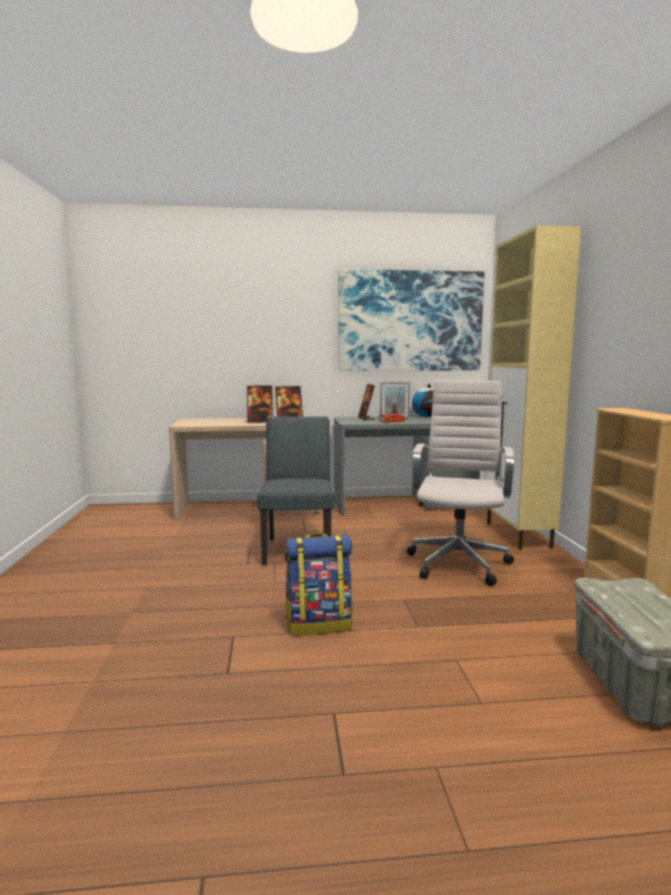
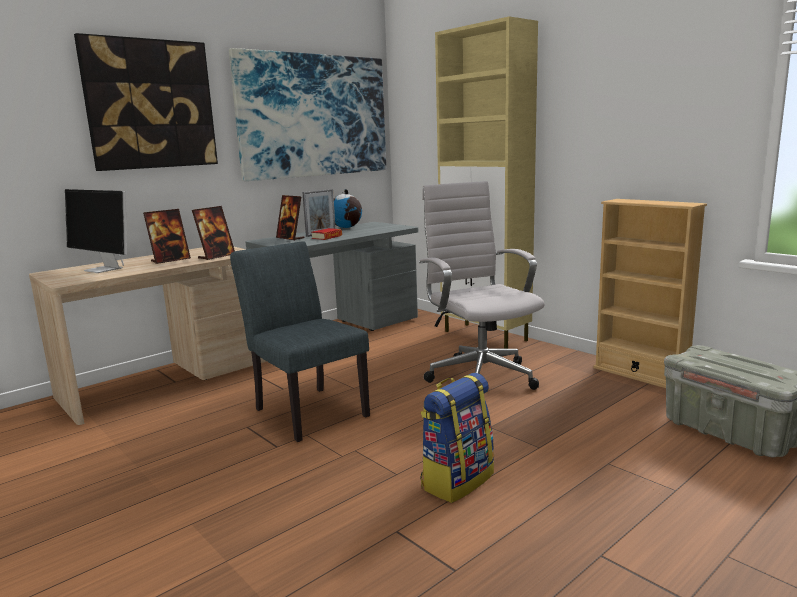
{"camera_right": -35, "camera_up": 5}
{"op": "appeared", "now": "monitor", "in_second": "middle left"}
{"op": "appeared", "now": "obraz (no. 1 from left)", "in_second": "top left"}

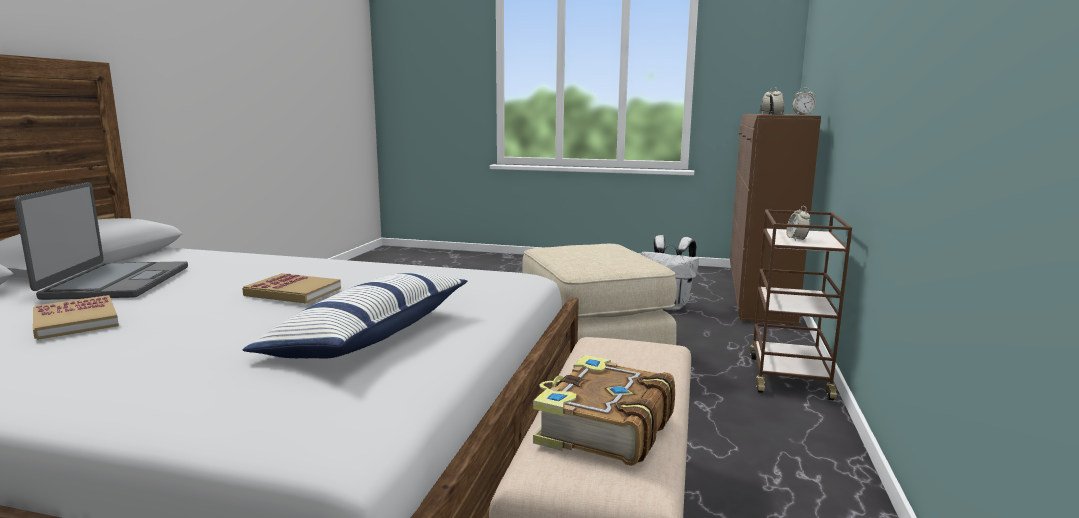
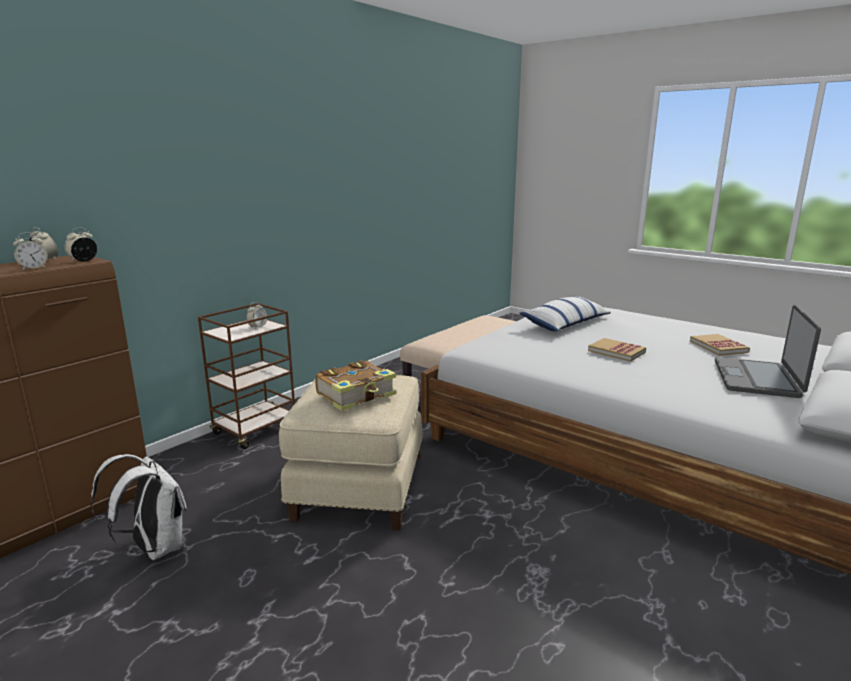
{"camera_right": -155, "camera_up": 5}
{"op": "relocated", "was": "książka (no. 3 from left in the first image)", "now": "książka (no. 1 from left)", "in_first": "bottom centre", "in_second": "centre"}

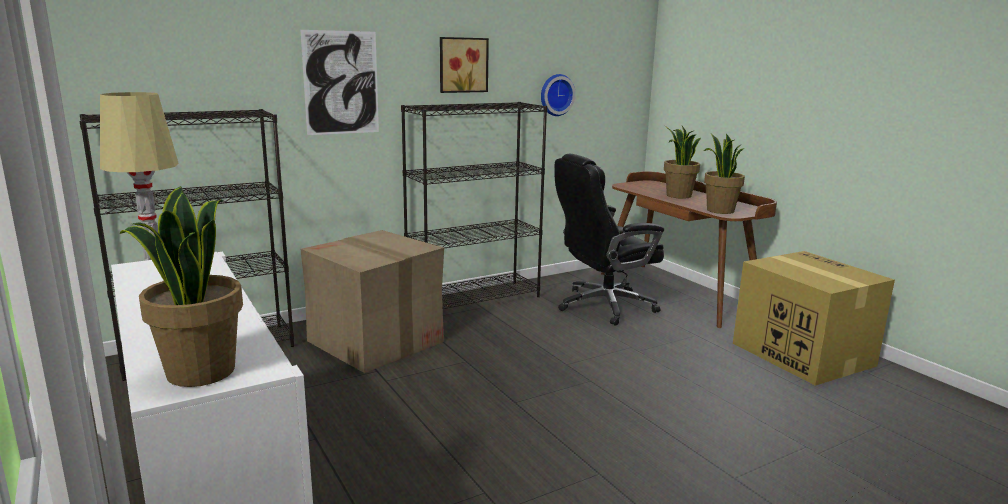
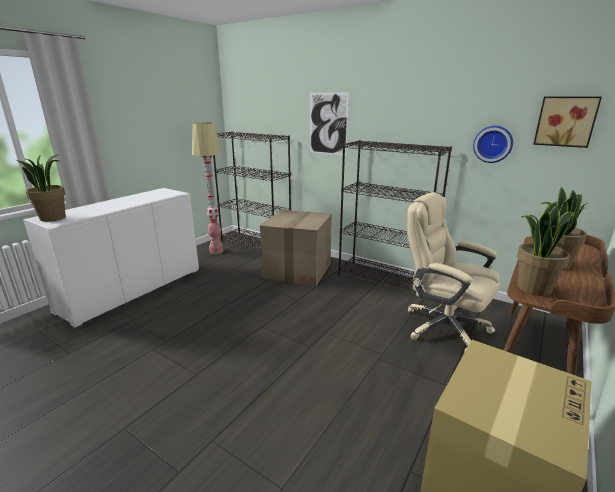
{"camera_right": 65, "camera_up": 5}
{"op": "relocated", "was": "obraz (no. 2 from left)", "in_first": "top centre", "in_second": "top right"}
{"op": "colour", "was": "krzesło biurowe/czarny", "now": "krzesło biurowe/beżowy", "in_first": "centre", "in_second": "middle right"}

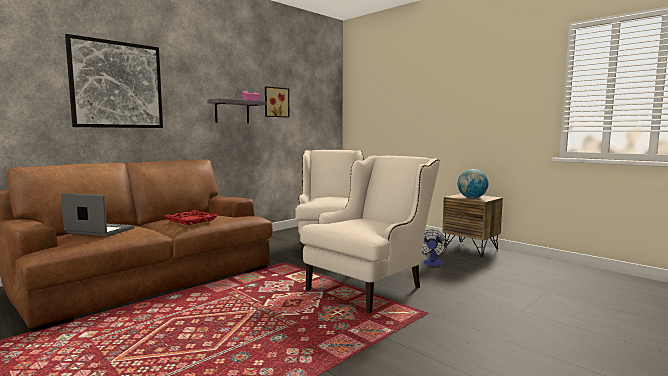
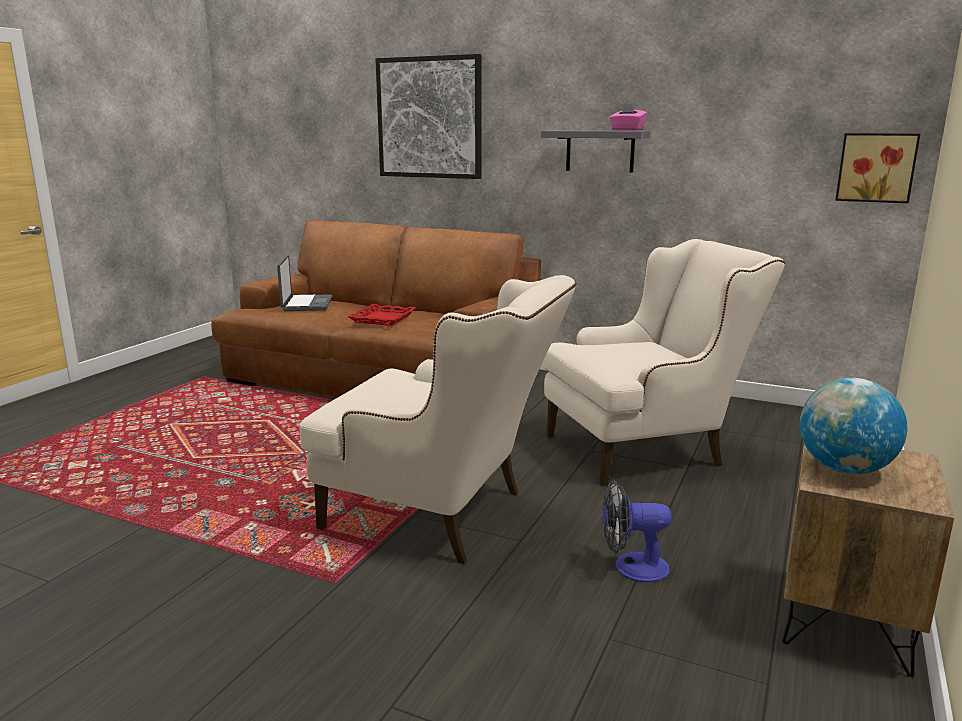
{"camera_right": 70, "camera_up": 10}
{"op": "relocated", "was": "obraz (no. 2 from left)", "in_first": "top centre", "in_second": "top right"}

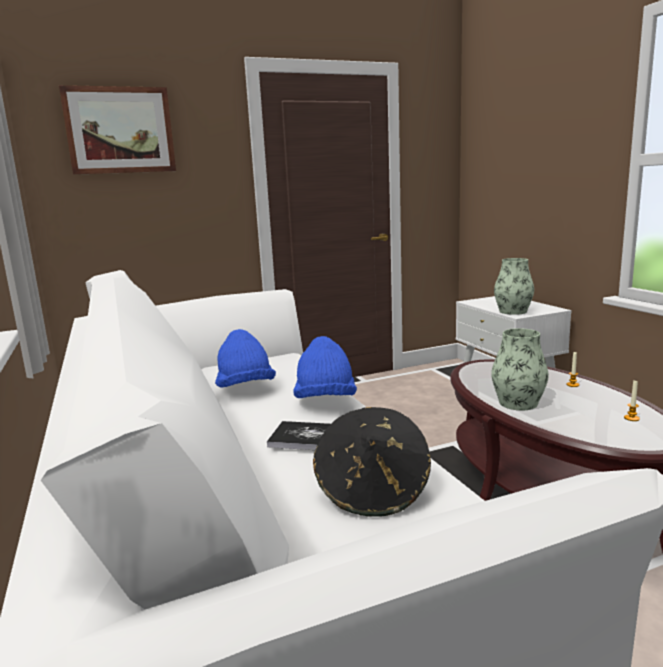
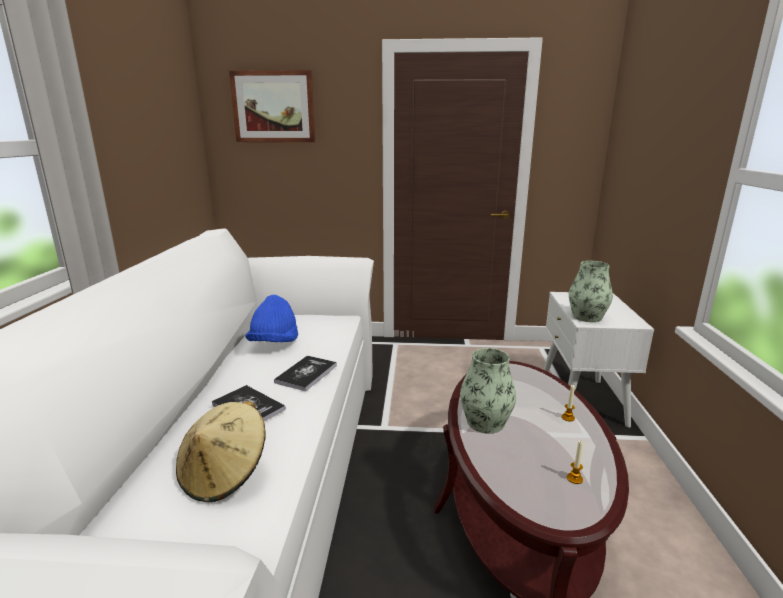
{"camera_right": 25, "camera_up": 5}
{"op": "exchanged", "was": "kapelusz/niebieski (no. 2 from left)", "now": "książka (no. 2 from left)", "in_first": "centre", "in_second": "centre"}
{"op": "colour", "was": "kapelusz/czarny", "now": "kapelusz/beżowy", "in_first": "bottom centre", "in_second": "bottom left"}

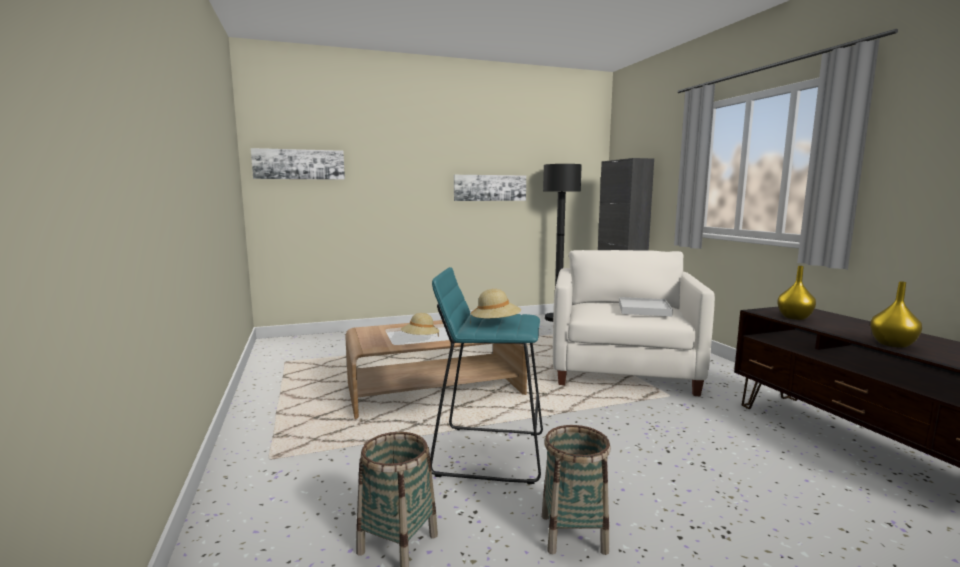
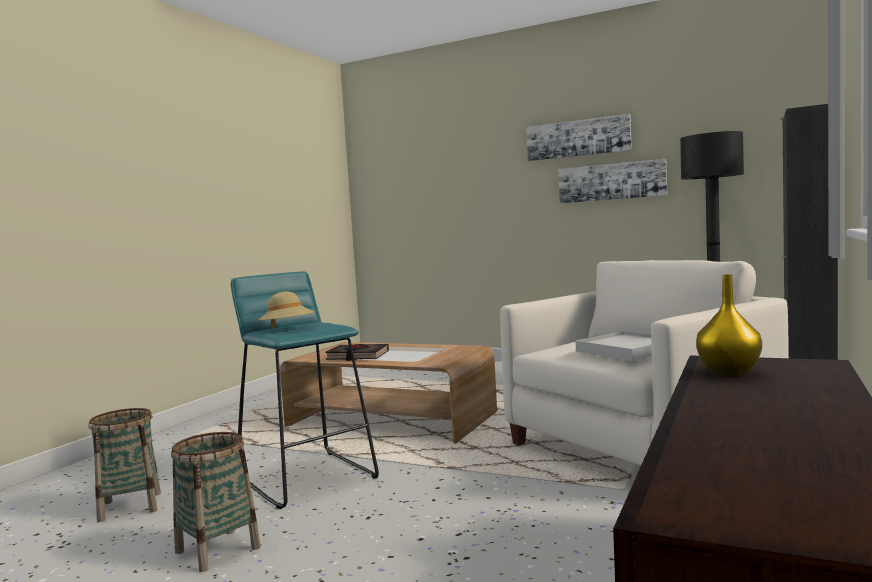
{"camera_right": 45, "camera_up": -5}
{"op": "missing", "was": "wazon/żółty (no. 2 from left)", "in_first": "middle right"}
{"op": "relocated", "was": "obraz (no. 1 from left)", "in_first": "top left", "in_second": "top centre"}
{"op": "exchanged", "was": "kapelusz/beżowy (no. 1 from left)", "now": "książka/czarny", "in_first": "centre", "in_second": "centre"}

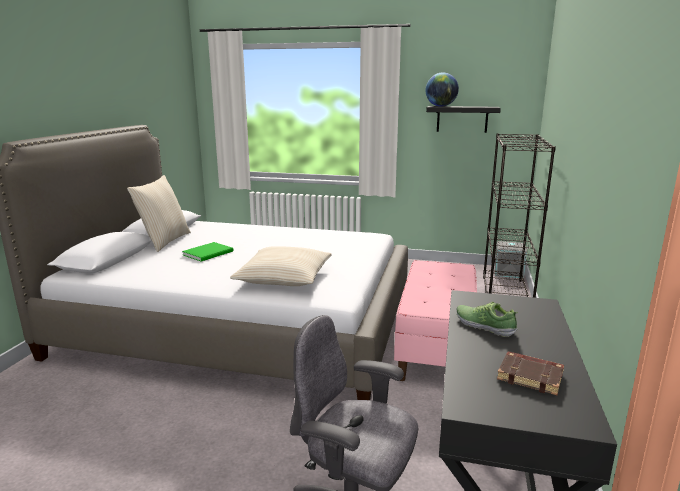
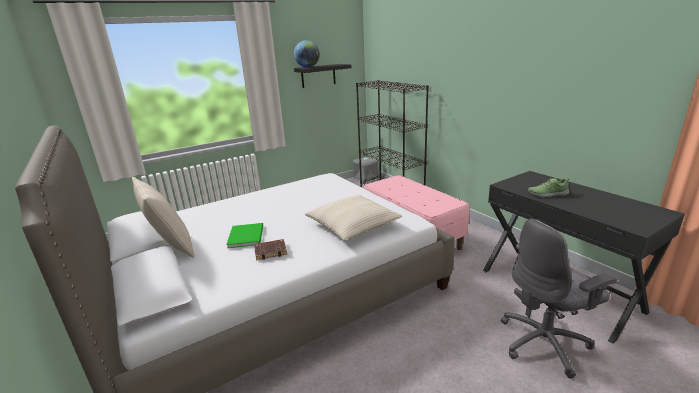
{"camera_right": -45, "camera_up": 5}
{"op": "relocated", "was": "książka/brązowy", "in_first": "bottom right", "in_second": "centre"}

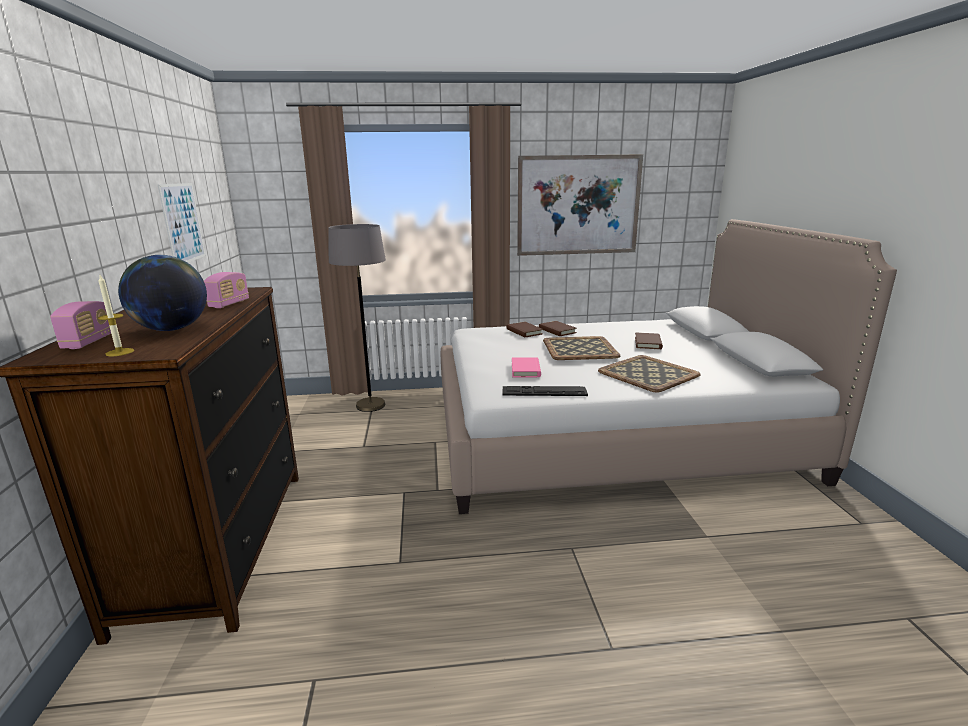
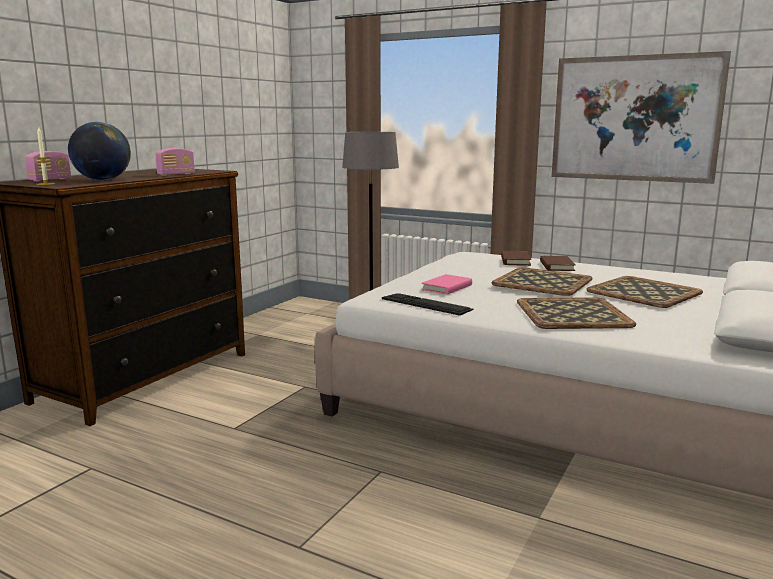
{"camera_right": 35, "camera_up": -5}
{"op": "missing", "was": "obraz (no. 1 from left)", "in_first": "top left"}
{"op": "exchanged", "was": "książka/brązowy (no. 3 from left)", "now": "taca (no. 3 from left)", "in_first": "middle right", "in_second": "middle right"}

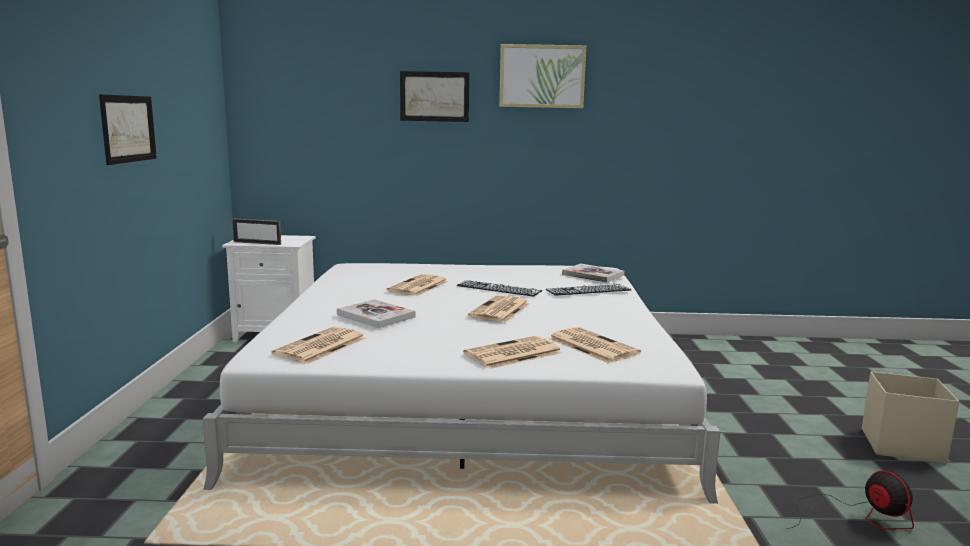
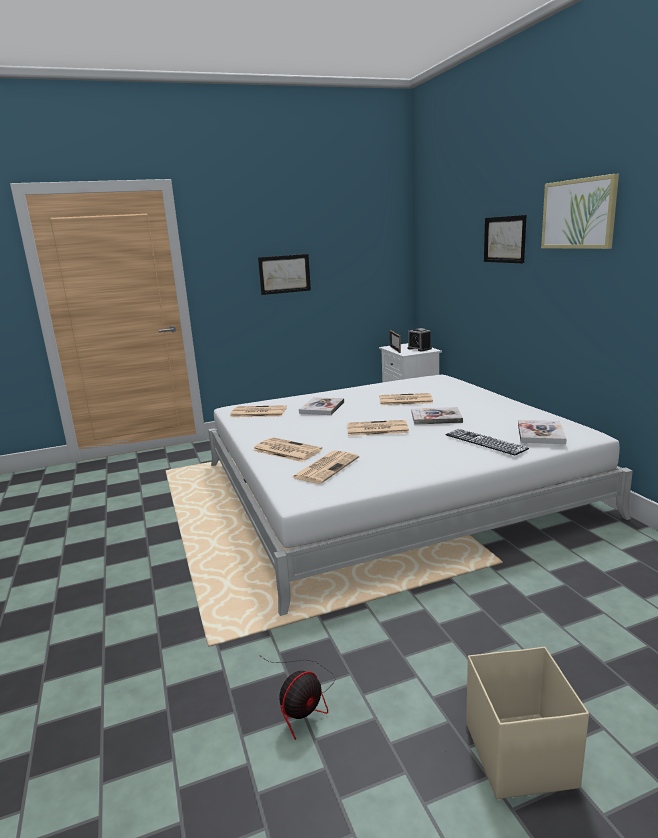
{"camera_right": 70, "camera_up": 5}
{"op": "appeared", "now": "budzik", "in_second": "centre"}
{"op": "exchanged", "was": "klawiatura (no. 1 from left)", "now": "książka (no. 2 from left)", "in_first": "centre", "in_second": "centre"}

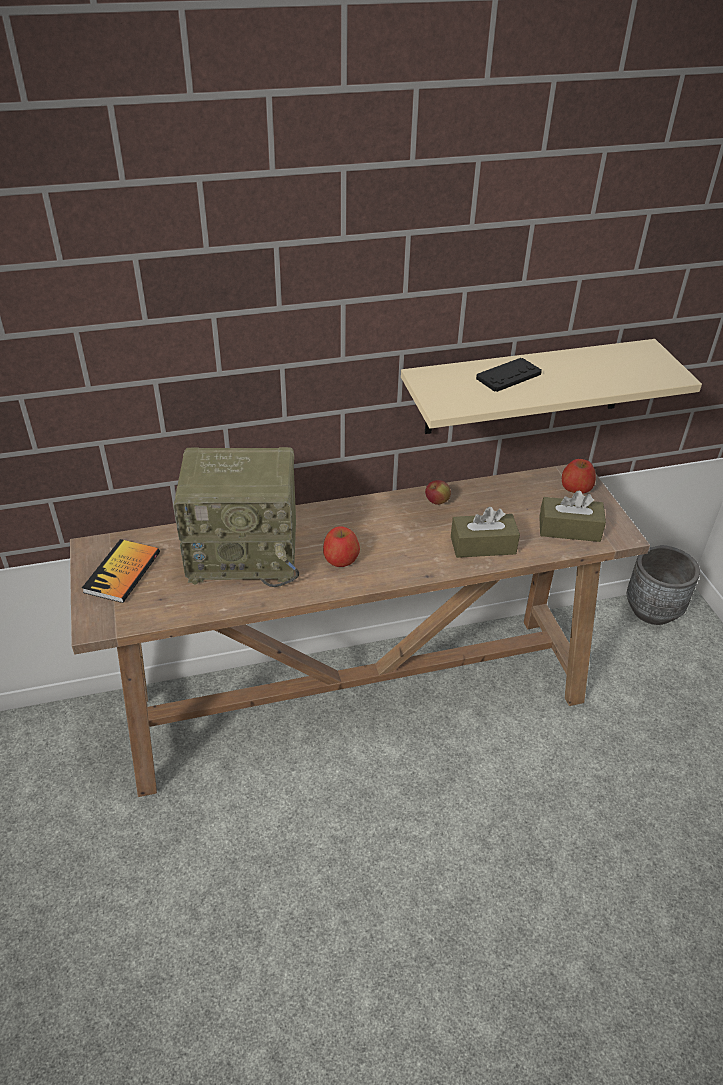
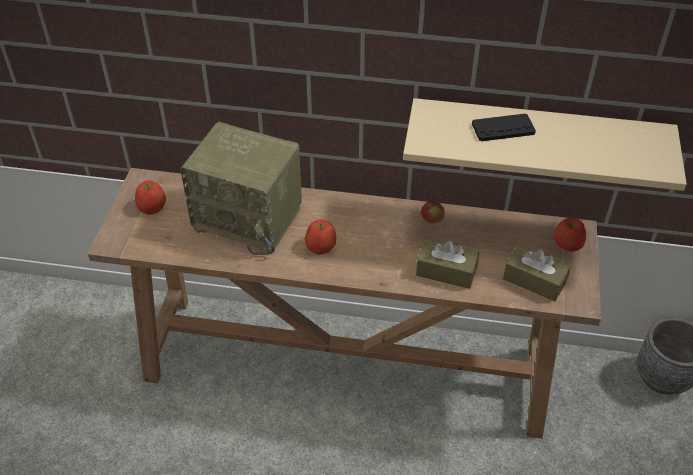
{"camera_right": 25, "camera_up": 5}
{"op": "exchanged", "was": "książka", "now": "jabłko (no. 1 from left)", "in_first": "middle left", "in_second": "middle left"}

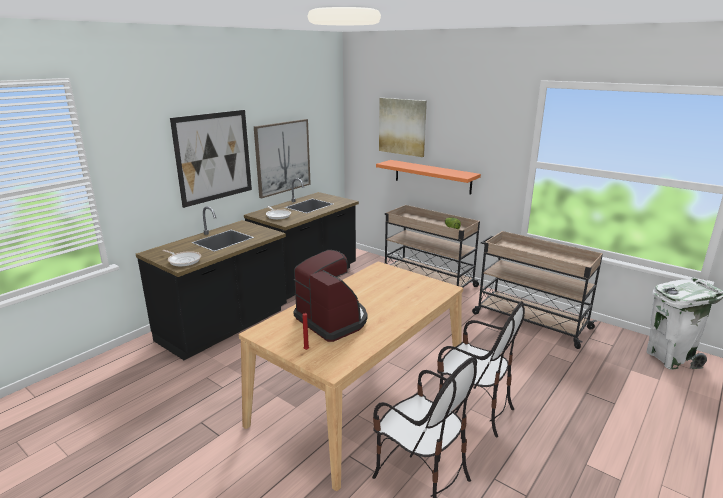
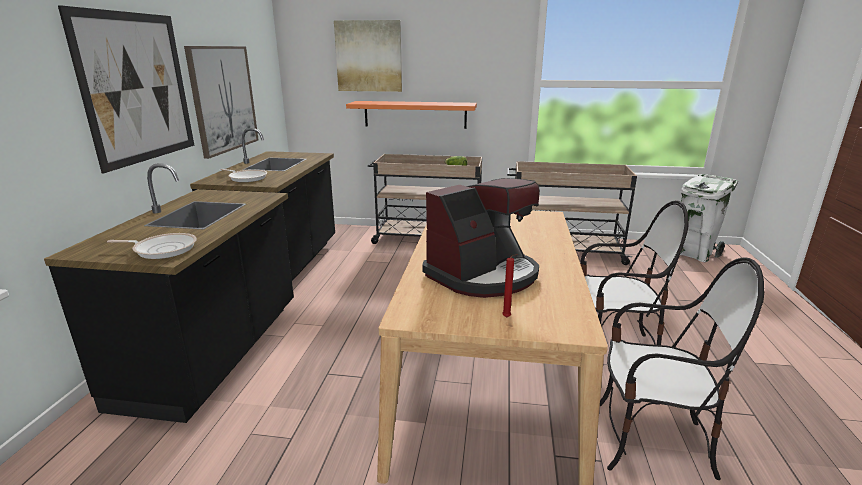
{"camera_right": -30, "camera_up": 0}
{"op": "spun", "was": "ekspres do kawy", "in_first": "centre", "in_second": "centre", "clockwise": 120}

